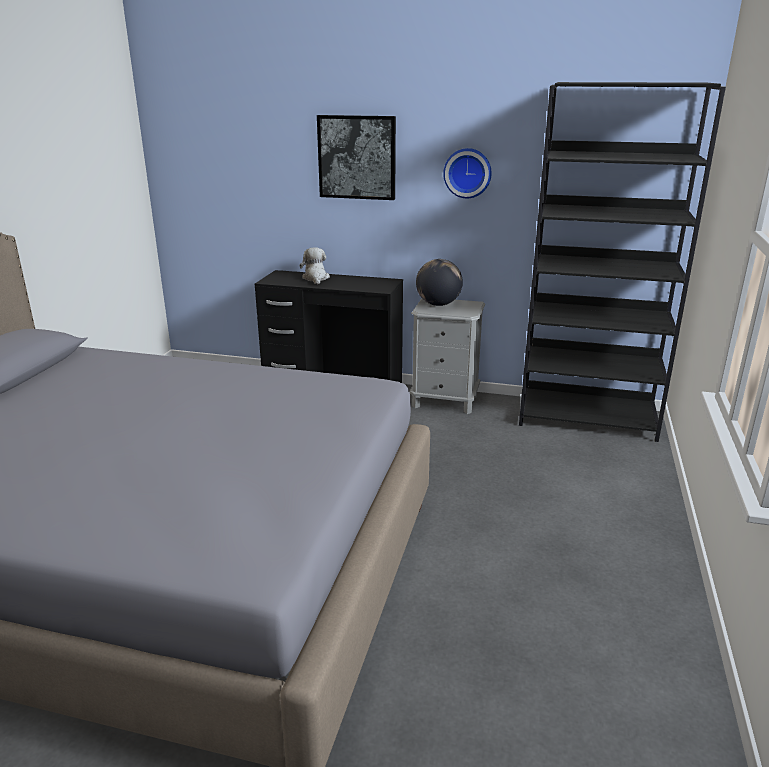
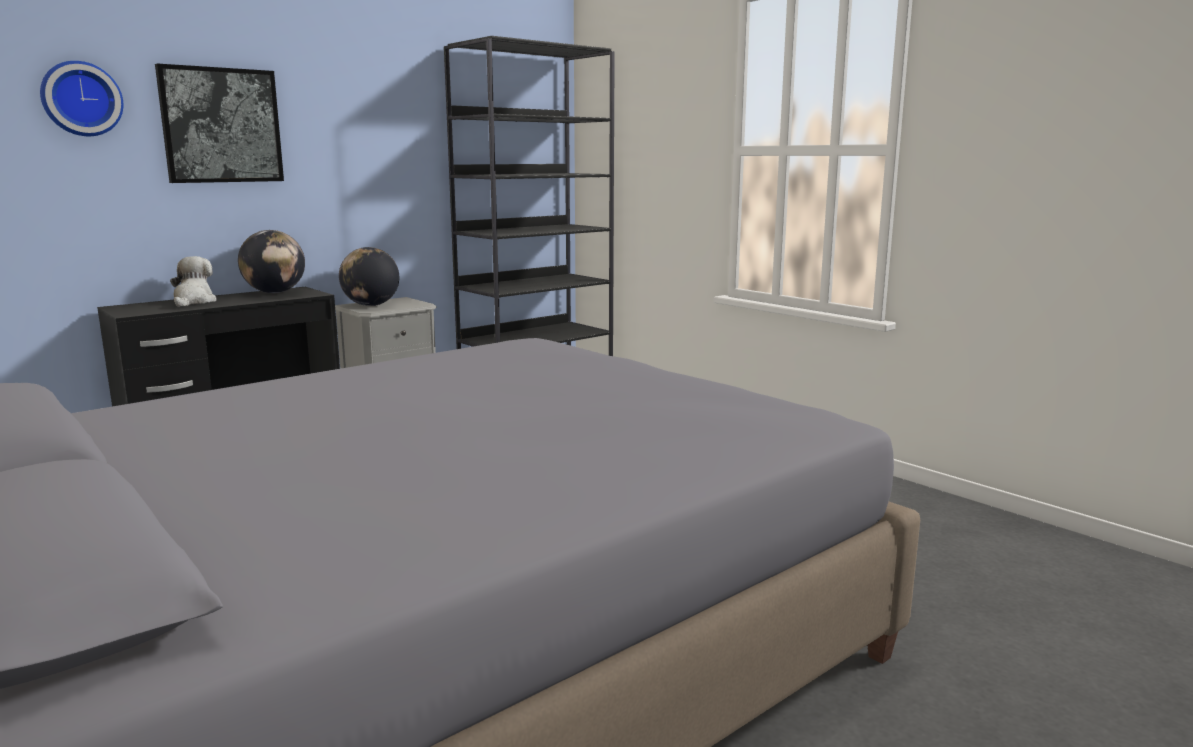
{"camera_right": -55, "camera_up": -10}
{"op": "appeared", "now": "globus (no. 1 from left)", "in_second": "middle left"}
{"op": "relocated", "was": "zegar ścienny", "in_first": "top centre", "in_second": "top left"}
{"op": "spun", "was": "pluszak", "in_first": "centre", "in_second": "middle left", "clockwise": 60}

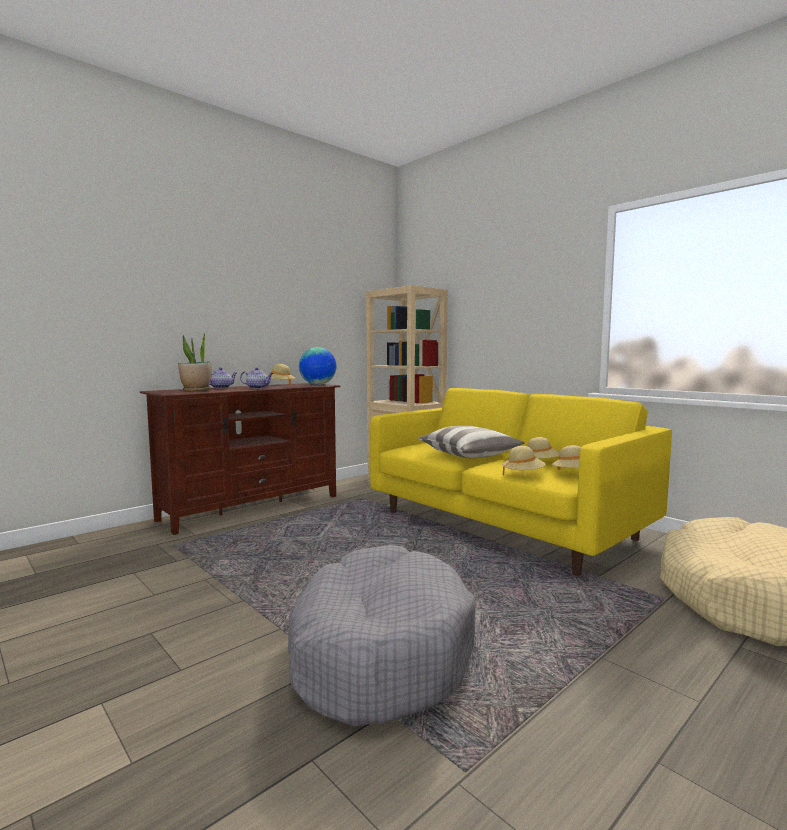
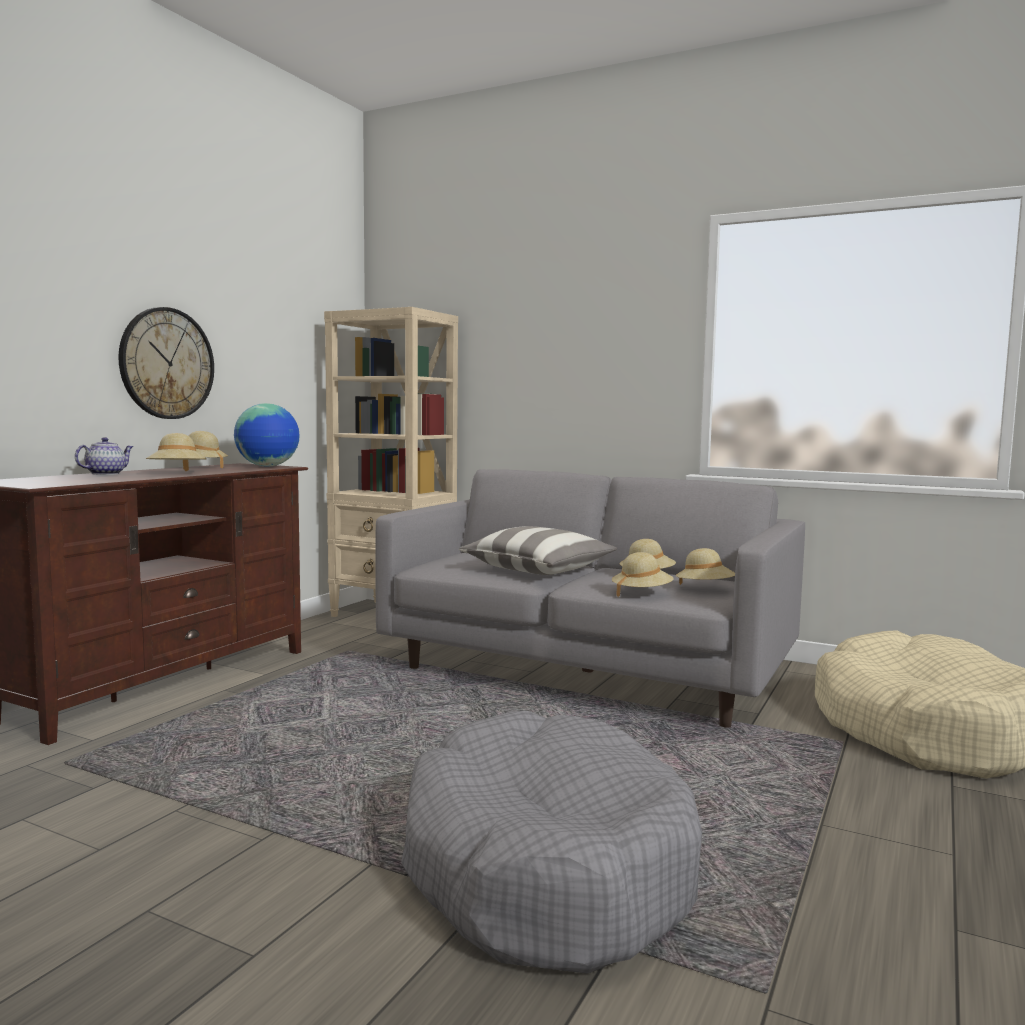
{"camera_right": -20, "camera_up": 0}
{"op": "missing", "was": "roślina doniczkowa", "in_first": "middle left"}
{"op": "appeared", "now": "zegar ścienny", "in_second": "middle left"}
{"op": "exchanged", "was": "imbryk (no. 2 from left)", "now": "kapelusz/beżowy (no. 1 from left)", "in_first": "middle left", "in_second": "middle left"}
{"op": "colour", "was": "kanapa/żółty", "now": "kanapa/szary", "in_first": "centre", "in_second": "centre"}

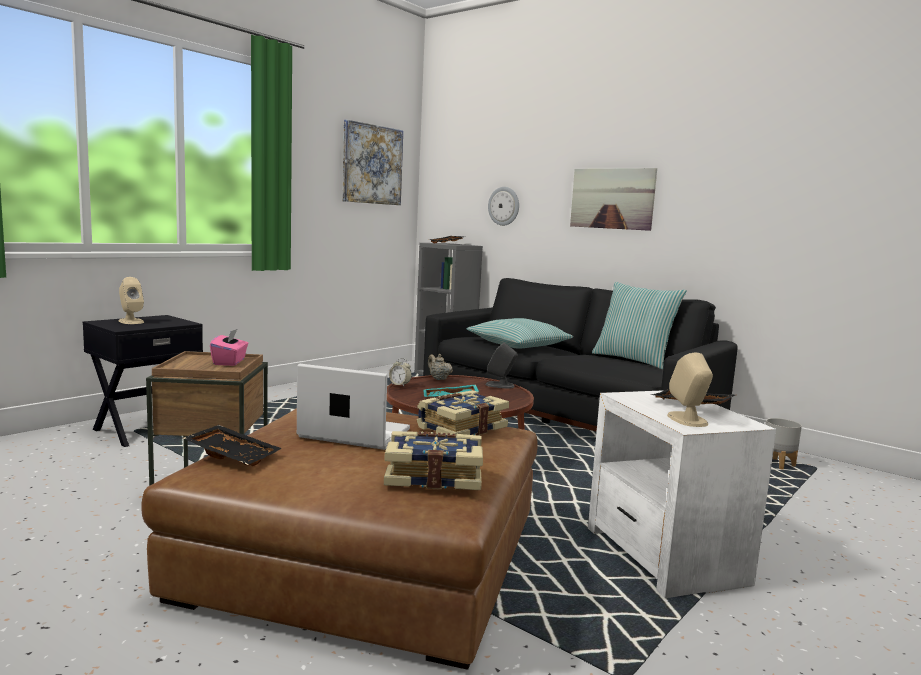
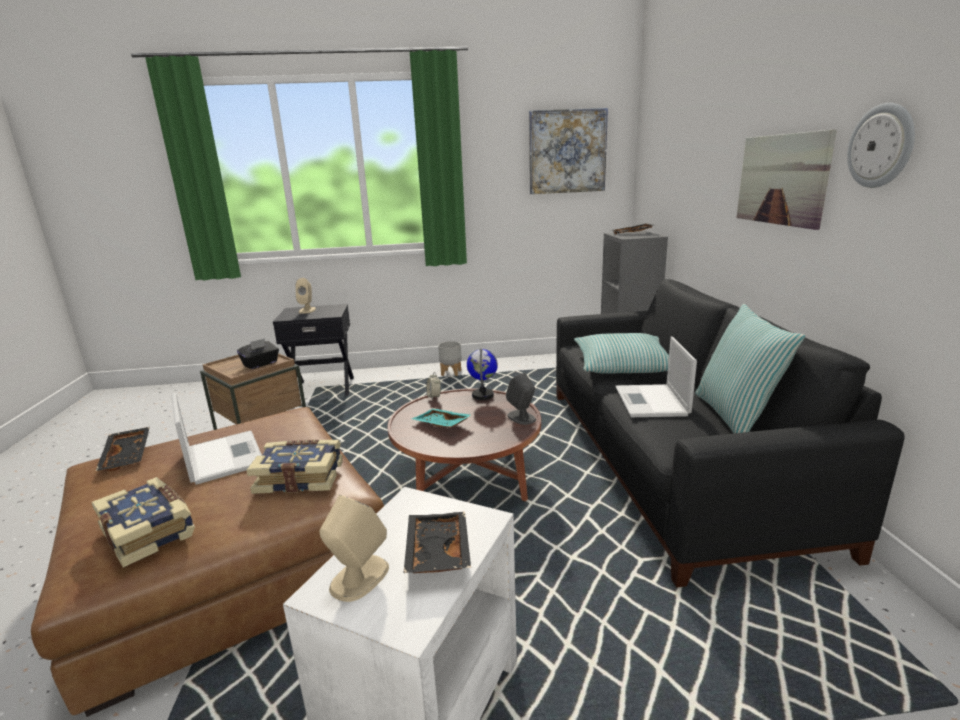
{"camera_right": 45, "camera_up": 10}
{"op": "appeared", "now": "laptop (no. 2 from left)", "in_second": "middle right"}
{"op": "relocated", "was": "zegar ścienny", "in_first": "top centre", "in_second": "top right"}
{"op": "relocated", "was": "donica/szary", "in_first": "middle right", "in_second": "centre"}
{"op": "exchanged", "was": "imbryk/beżowy", "now": "globus", "in_first": "centre", "in_second": "centre"}
{"op": "colour", "was": "pudełko chusteczek/różowy", "now": "pudełko chusteczek/czarny", "in_first": "middle left", "in_second": "middle left"}

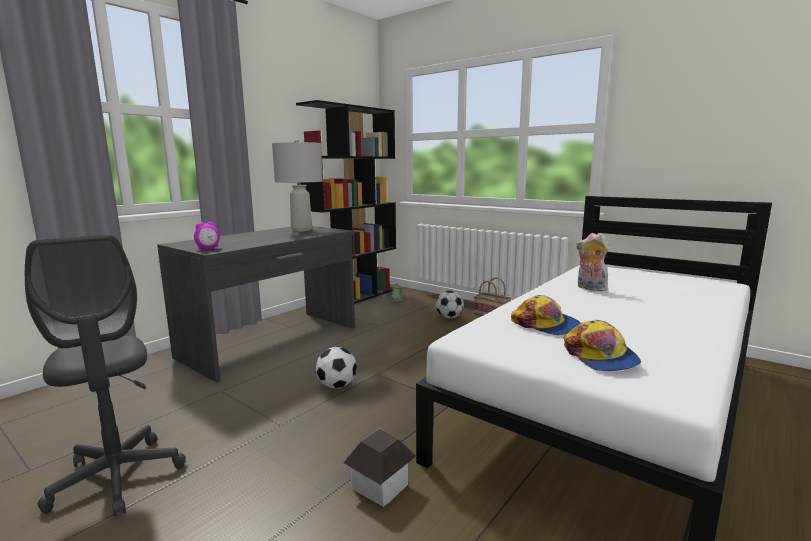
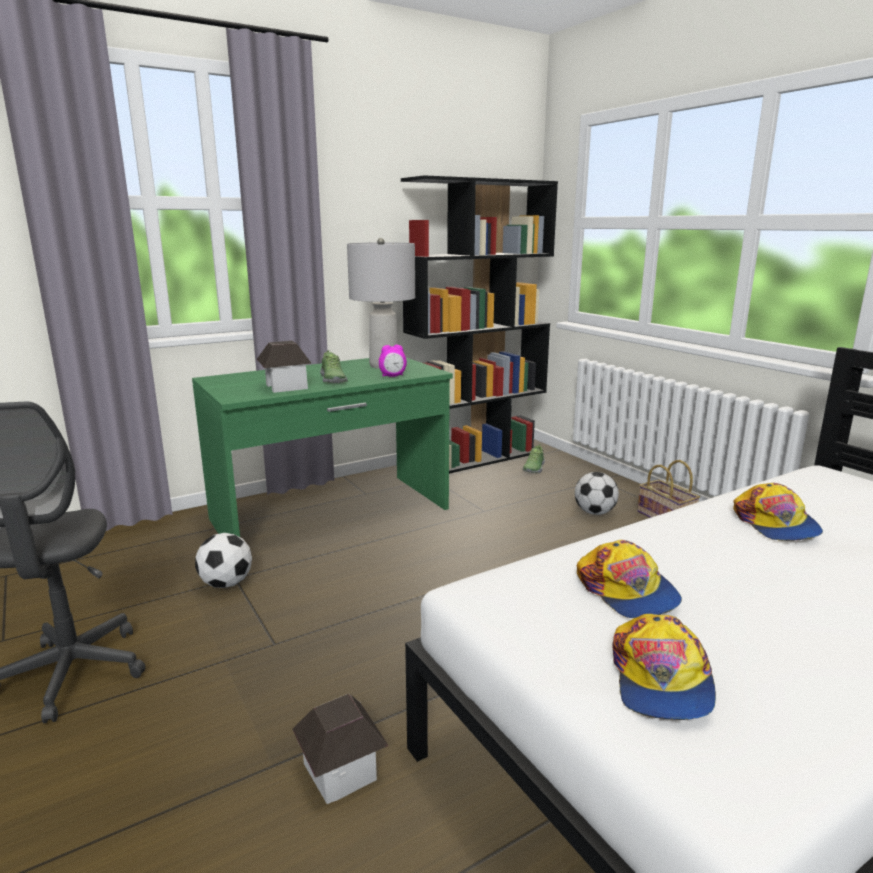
{"camera_right": 20, "camera_up": 5}
{"op": "appeared", "now": "domek (no. 1 from left)", "in_second": "middle left"}
{"op": "appeared", "now": "but (no. 1 from left)", "in_second": "centre"}
{"op": "relocated", "was": "budzik", "in_first": "middle left", "in_second": "centre"}
{"op": "relocated", "was": "piłka futbolowa (no. 1 from left)", "in_first": "bottom centre", "in_second": "middle left"}
{"op": "exchanged", "was": "pluszak", "now": "czapka z daszkiem (no. 3 from left)", "in_first": "middle right", "in_second": "middle right"}
{"op": "colour", "was": "biurko/szary", "now": "biurko/zielony", "in_first": "middle left", "in_second": "centre"}

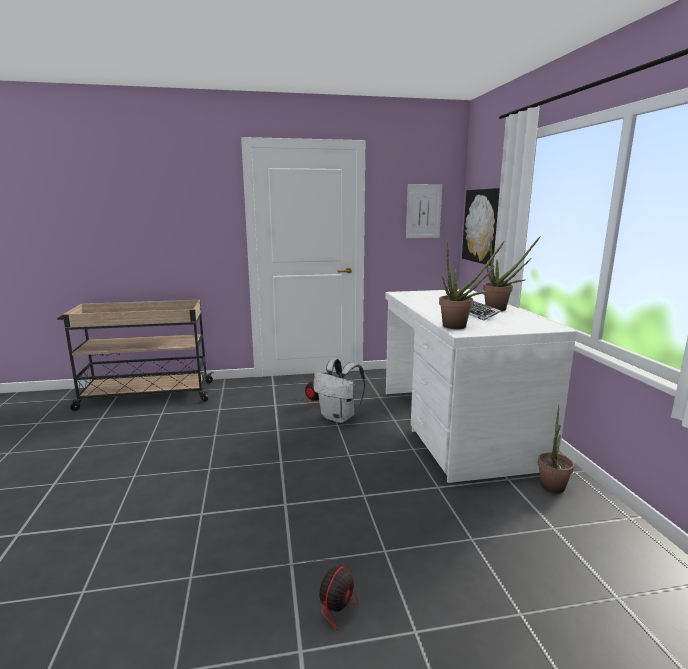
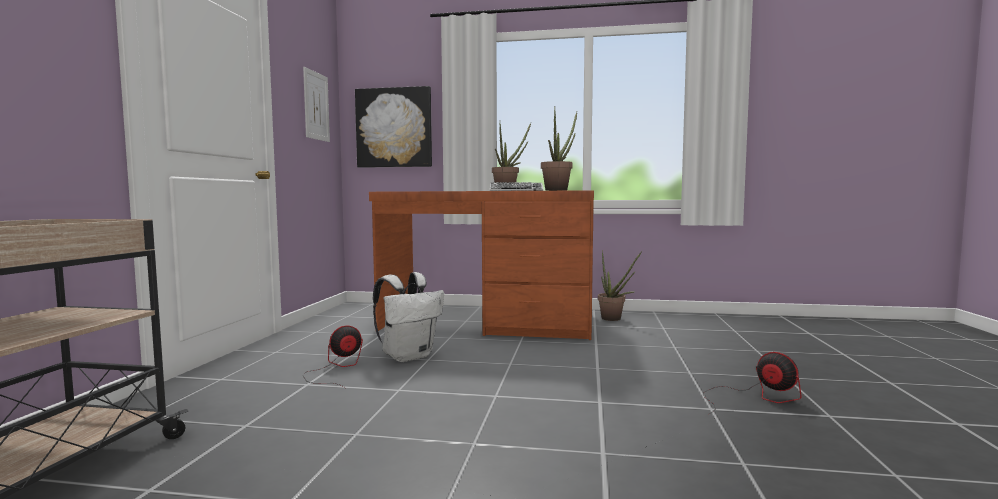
{"camera_right": -70, "camera_up": -10}
{"op": "colour", "was": "biurko/biały", "now": "biurko/brązowy", "in_first": "middle right", "in_second": "centre"}

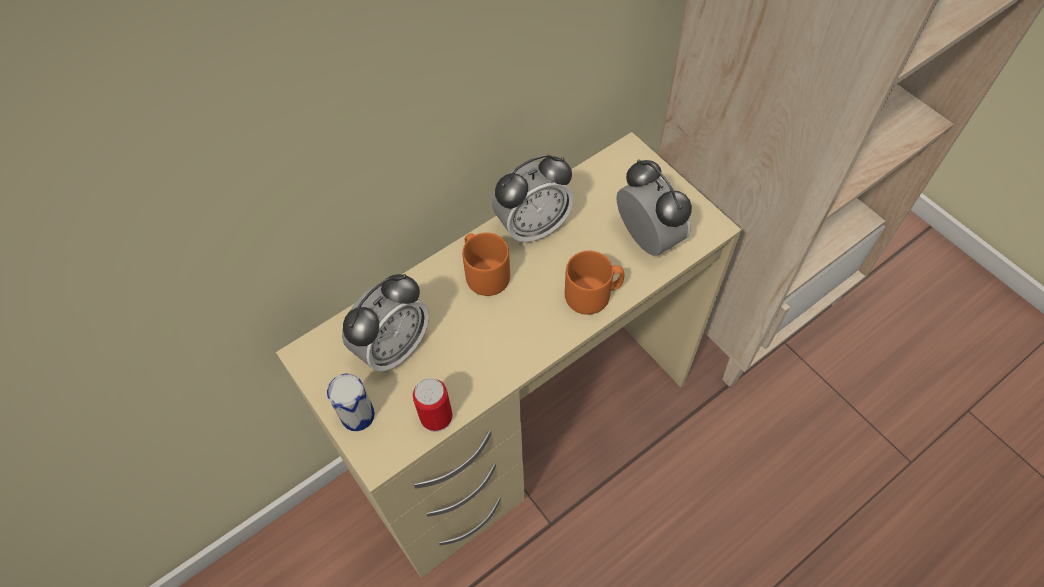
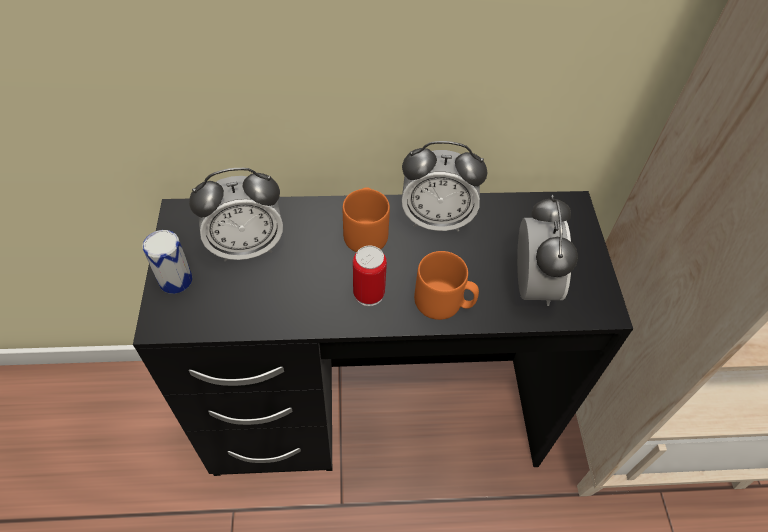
{"camera_right": 30, "camera_up": -5}
{"op": "relocated", "was": "puszka (no. 2 from left)", "in_first": "bottom centre", "in_second": "centre"}
{"op": "colour", "was": "biurko/beżowy", "now": "biurko/czarny", "in_first": "centre", "in_second": "centre"}

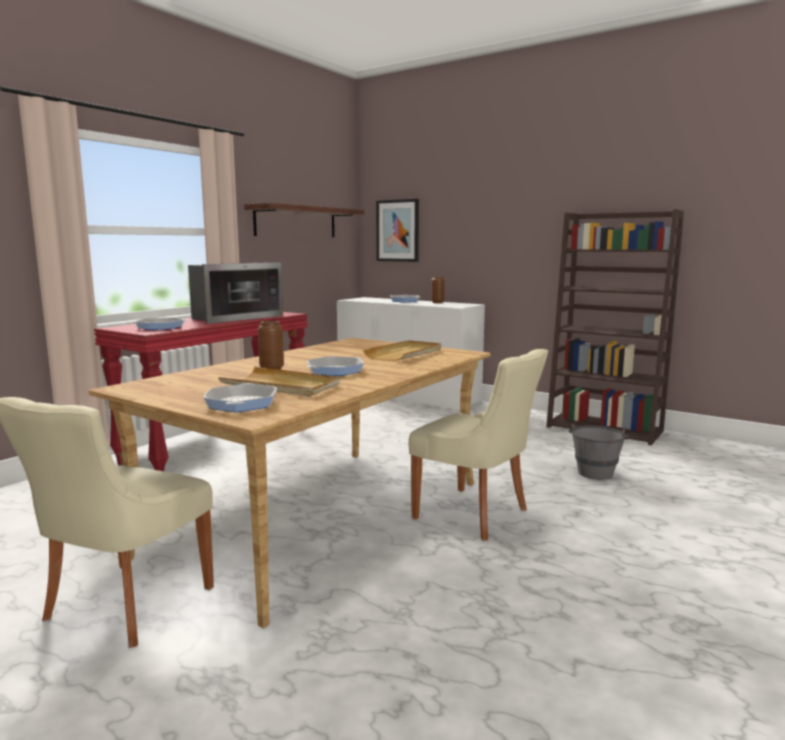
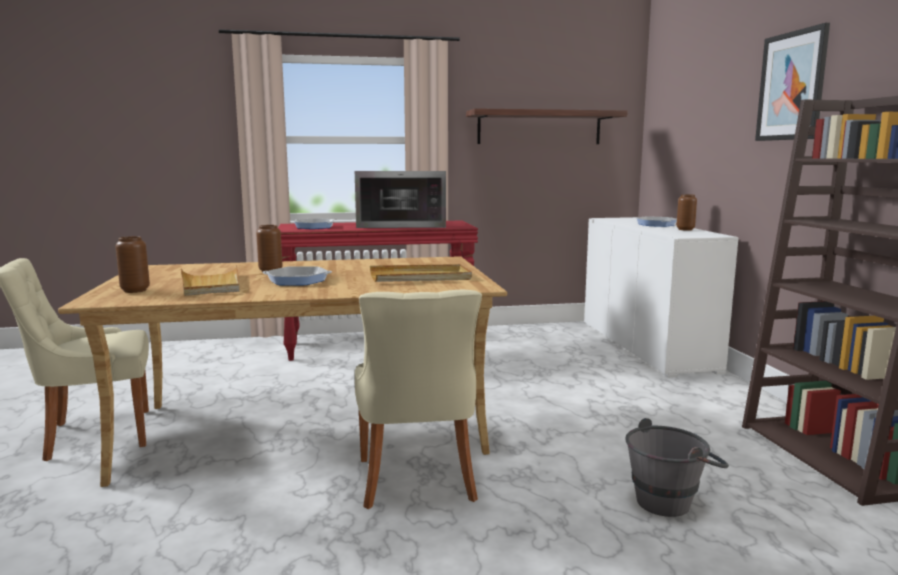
{"camera_right": 45, "camera_up": 0}
{"op": "relocated", "was": "obraz", "in_first": "top centre", "in_second": "top right"}
{"op": "exchanged", "was": "patelnia (no. 2 from left)", "now": "wazon/brązowy (no. 1 from left)", "in_first": "middle left", "in_second": "middle left"}

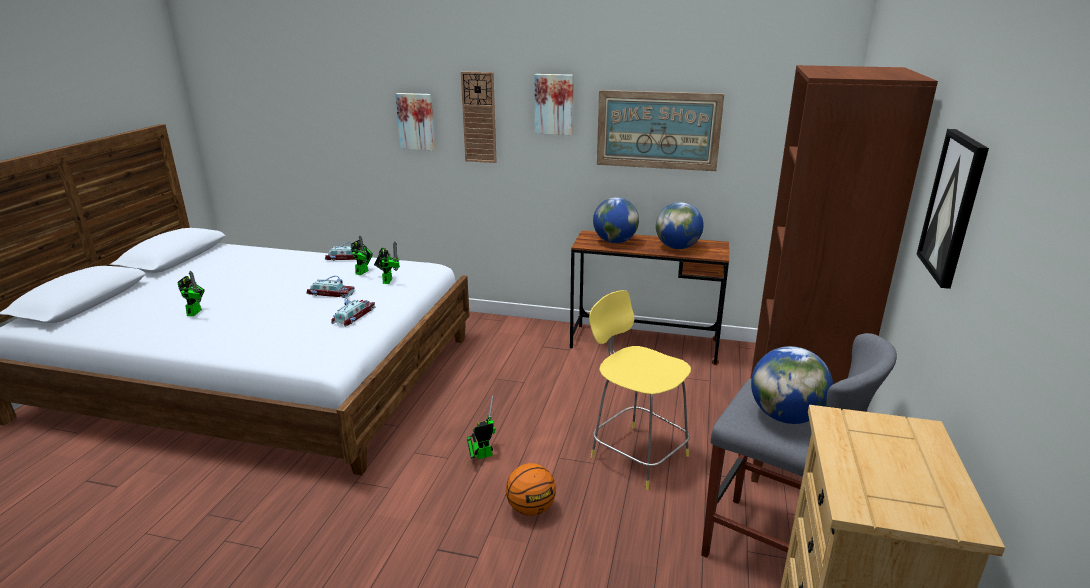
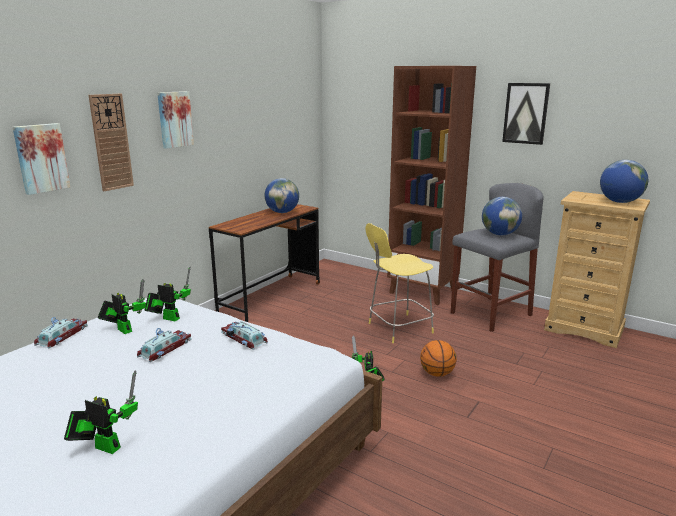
{"camera_right": -70, "camera_up": -5}
{"op": "missing", "was": "obraz (no. 3 from left)", "in_first": "top centre"}
{"op": "relocated", "was": "globus (no. 1 from left in the first image)", "now": "globus (no. 3 from left)", "in_first": "centre", "in_second": "middle right"}

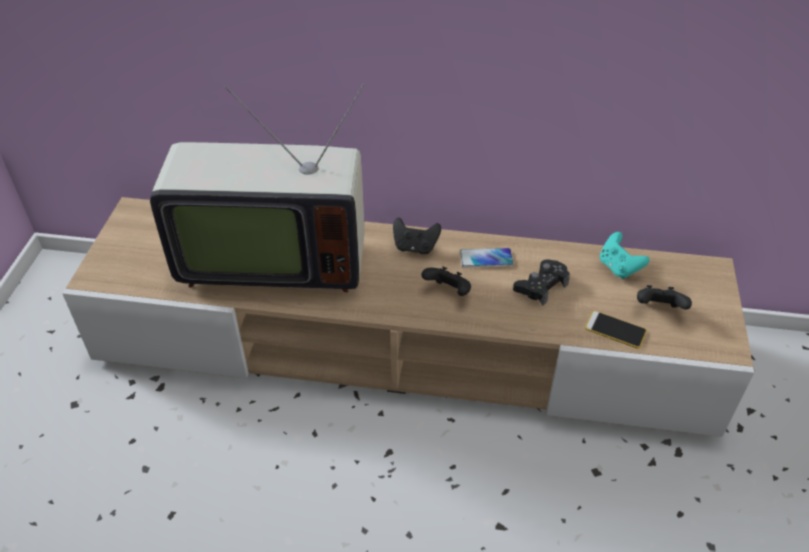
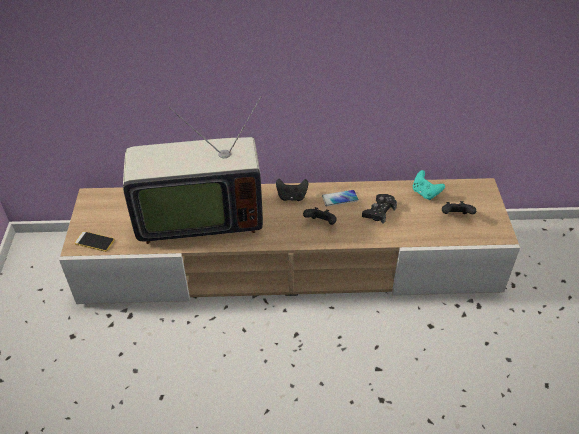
{"camera_right": -10, "camera_up": 0}
{"op": "relocated", "was": "telefon (no. 2 from left in the first image)", "now": "telefon (no. 1 from left)", "in_first": "middle right", "in_second": "middle left"}

